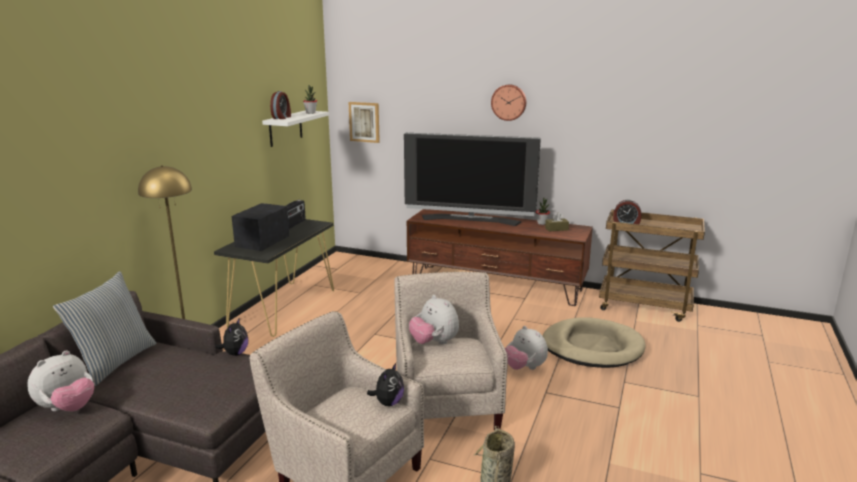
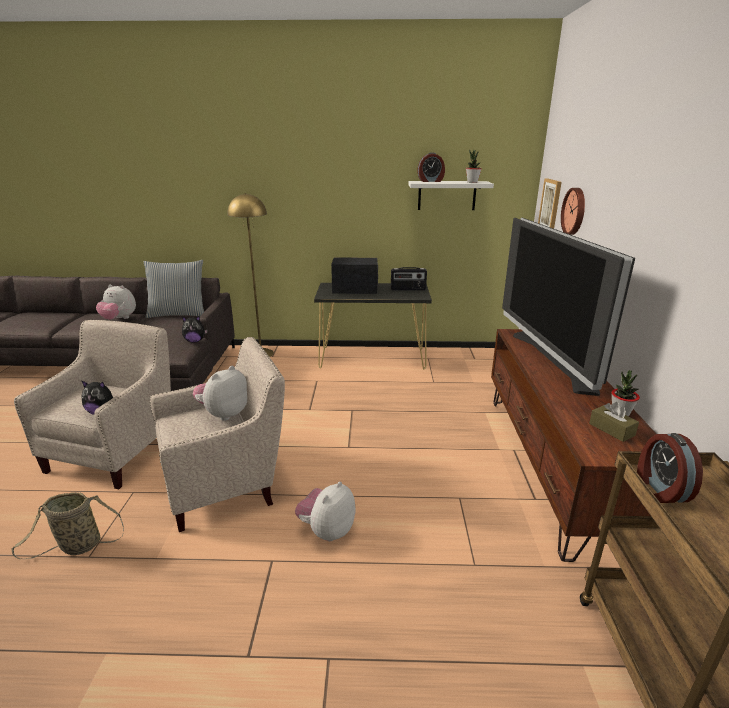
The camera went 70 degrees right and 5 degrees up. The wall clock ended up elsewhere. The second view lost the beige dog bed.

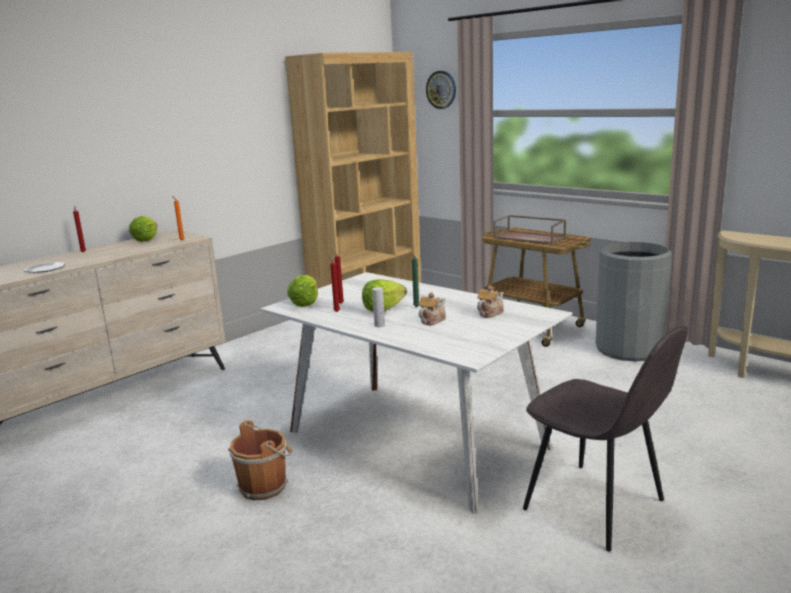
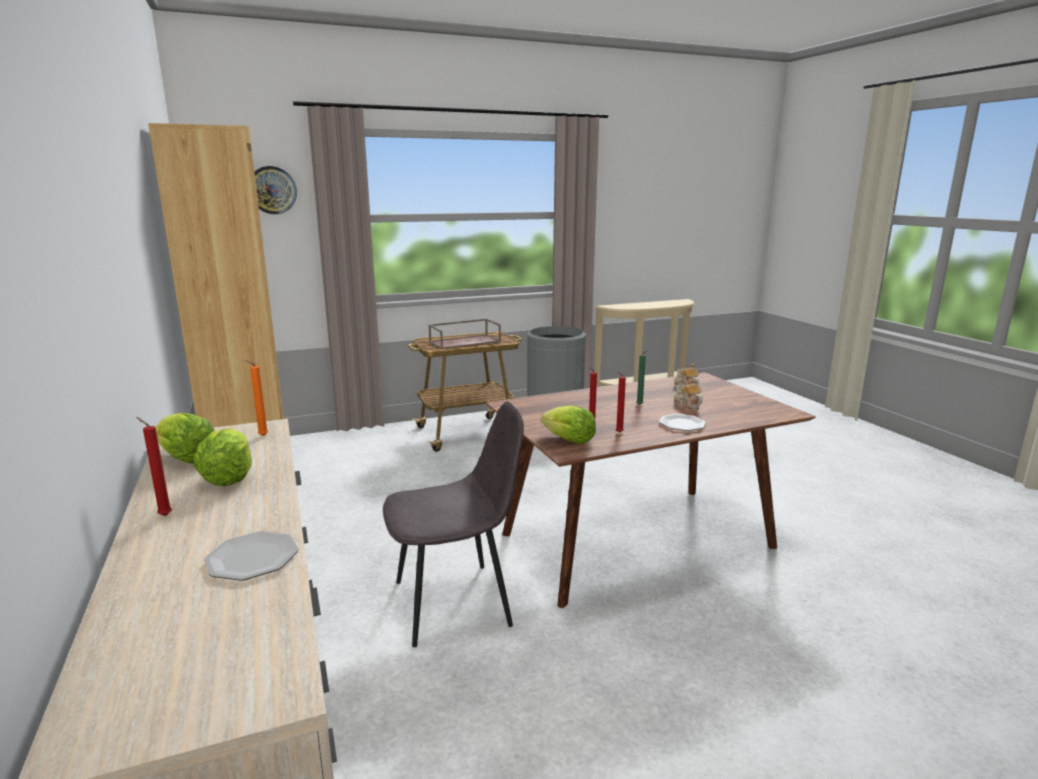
The camera went 65 degrees left and 0 degrees up. The lettuce (no. 3 from left in the first image) ended up elsewhere. The grey chair ended up elsewhere. What was the white dining table turned into the brown dining table. Where the white bottle stood, the plate (no. 2 from left) came to stand. The second view lost the brown bucket.

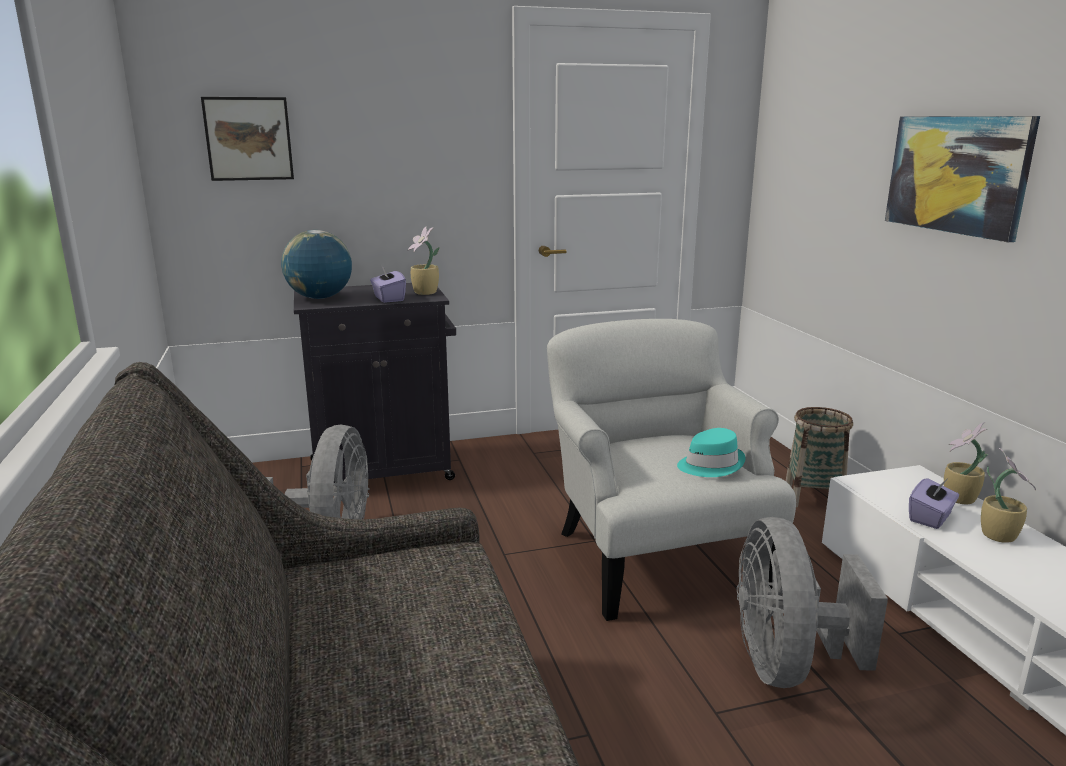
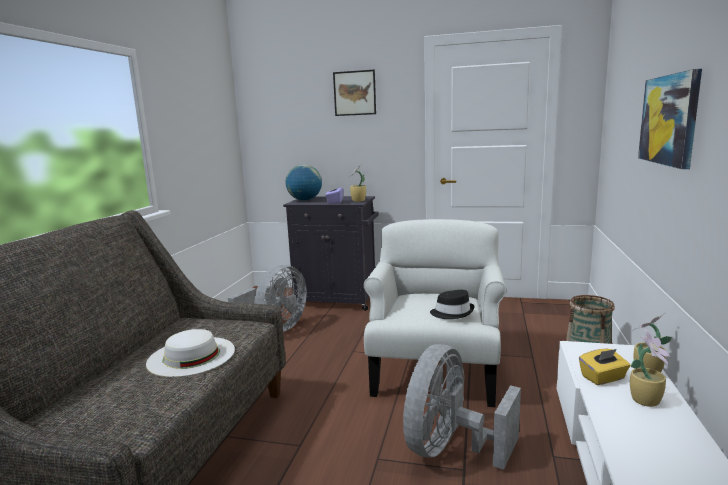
The camera went 30 degrees right and 5 degrees down. The second view gained the white hat. The picture (no. 1 from left) ended up elsewhere. What was the turquoise hat turned into the black hat. What was the purple tissue box (no. 2 from left) turned into the yellow tissue box.

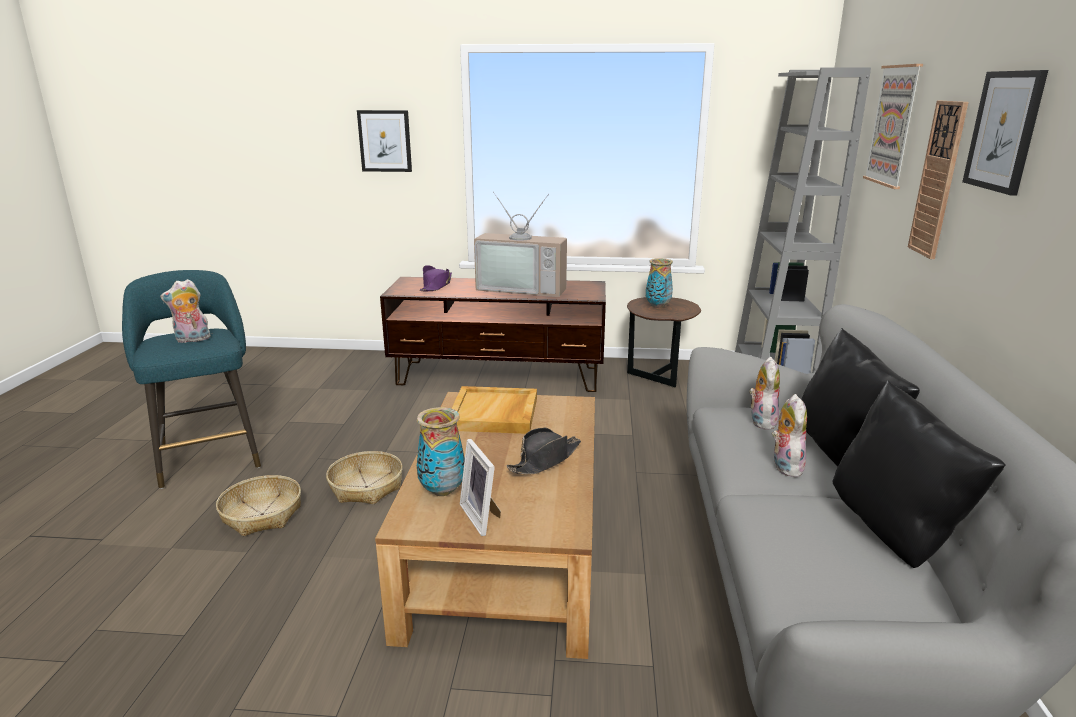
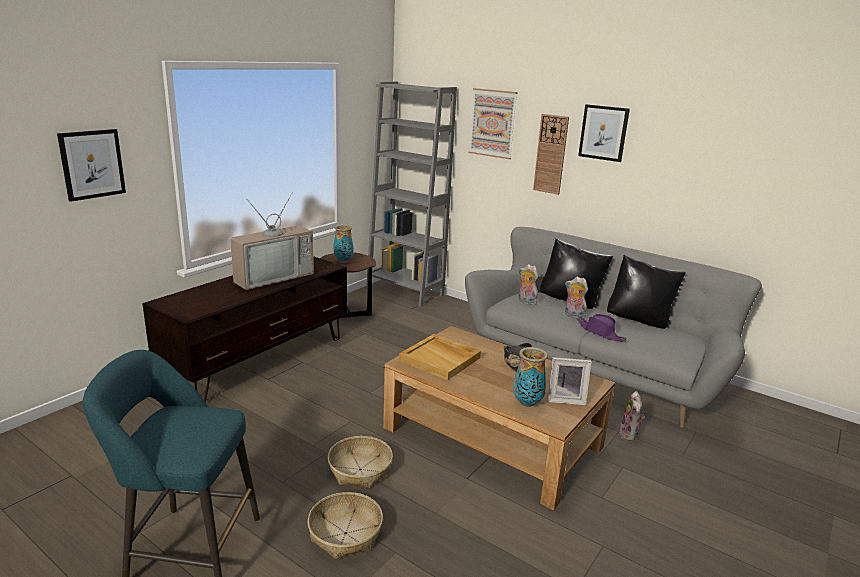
The camera went 60 degrees left and 0 degrees up. The purple hat ended up elsewhere. The plush toy (no. 1 from left in the first image) ended up elsewhere.

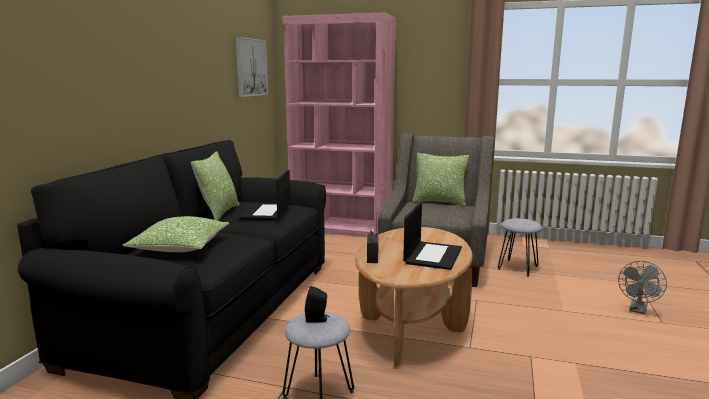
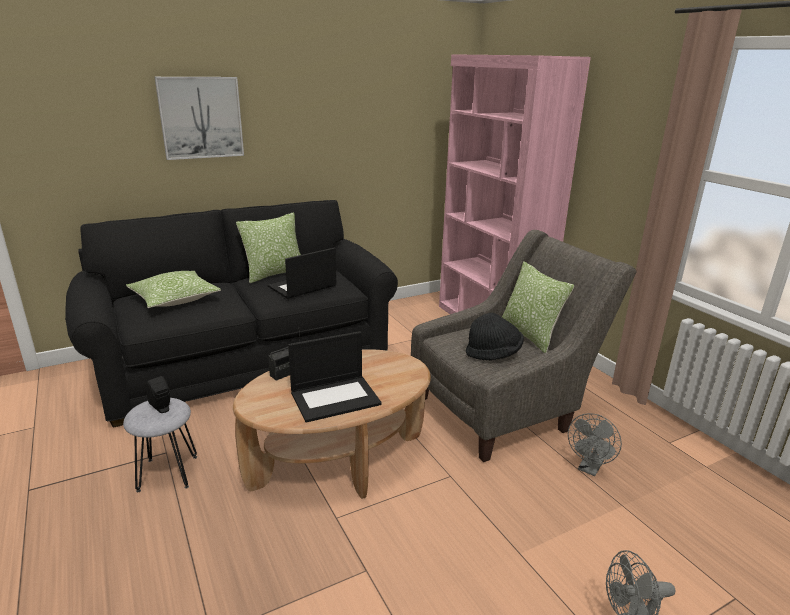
The camera went 45 degrees right and 10 degrees up. The picture ended up elsewhere. The second view gained the black hat. Where the grey stool (no. 2 from left) stood, the grey fan (no. 1 from left) came to stand.

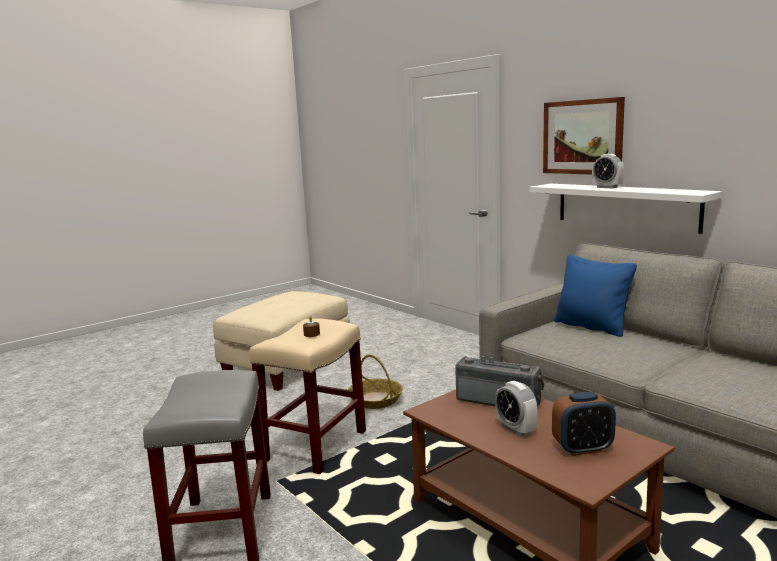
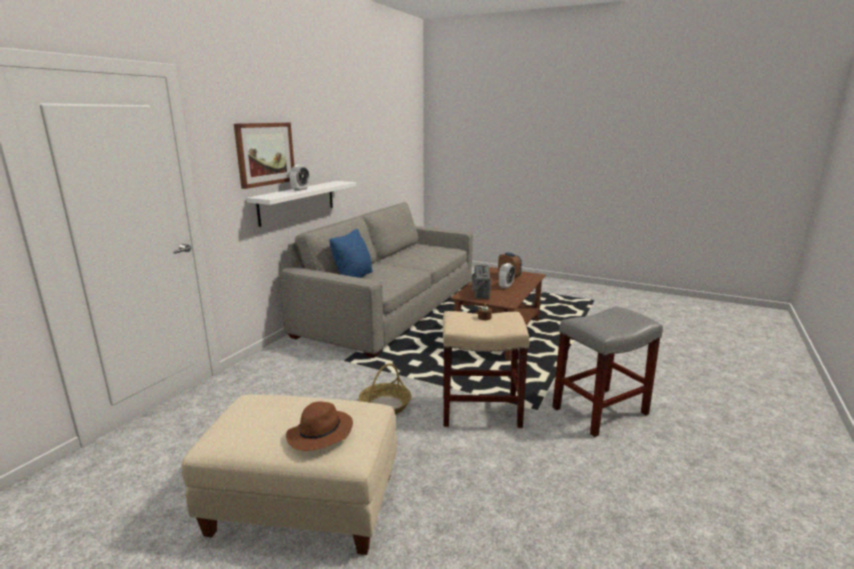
The camera went 115 degrees left and 5 degrees up. The second view gained the brown hat.

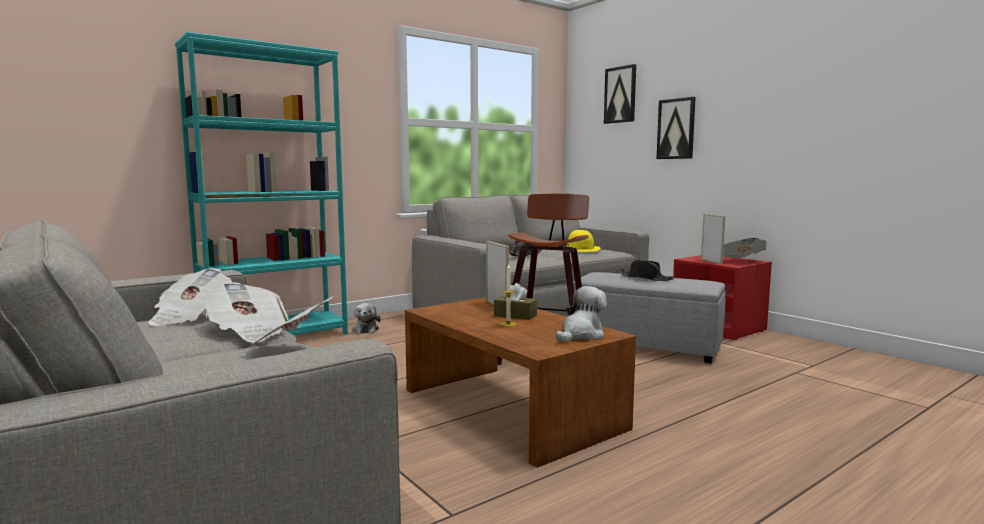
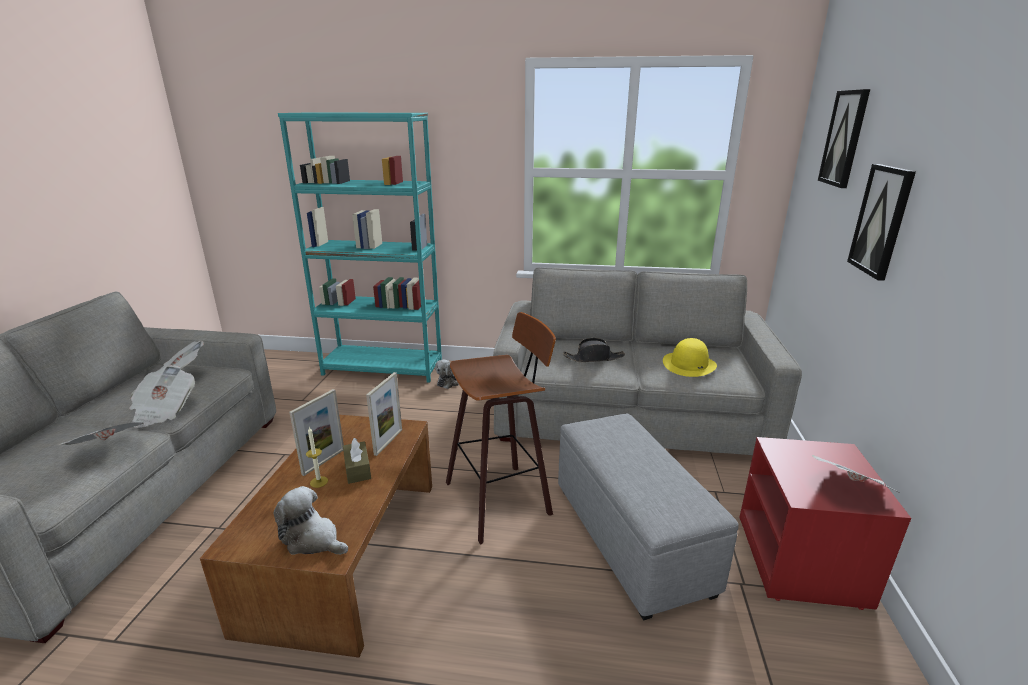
The camera went 45 degrees right and 15 degrees up. The plush toy (no. 2 from left in the first image) ended up facing another way, 150 degrees counterclockwise from before. The picture frame (no. 2 from left in the first image) ended up elsewhere. The second view lost the black hat (no. 2 from left).

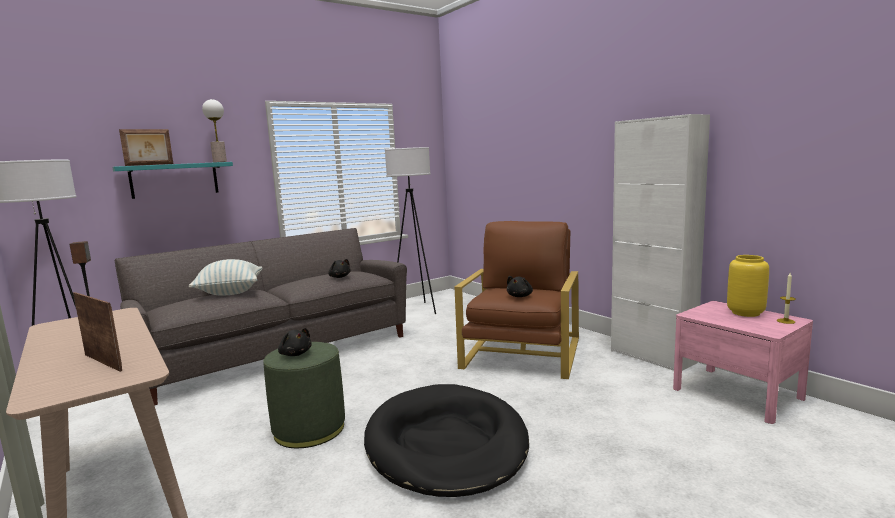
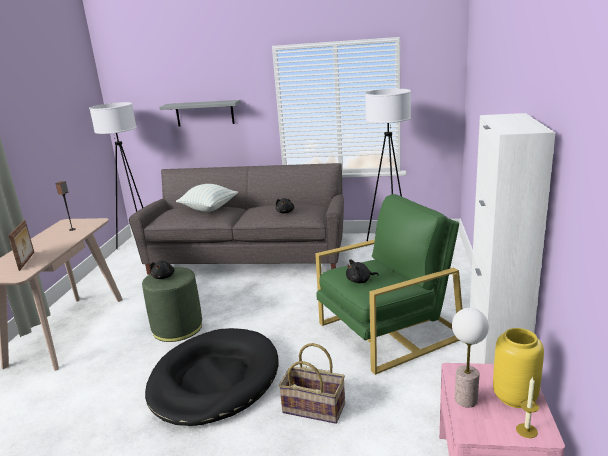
The camera went 45 degrees right and 10 degrees up. What was the turquoise shelf turned into the grey shelf. The second view gained the basket. What was the brown armchair turned into the green armchair. The table lamp ended up elsewhere. The second view lost the picture frame (no. 2 from left).

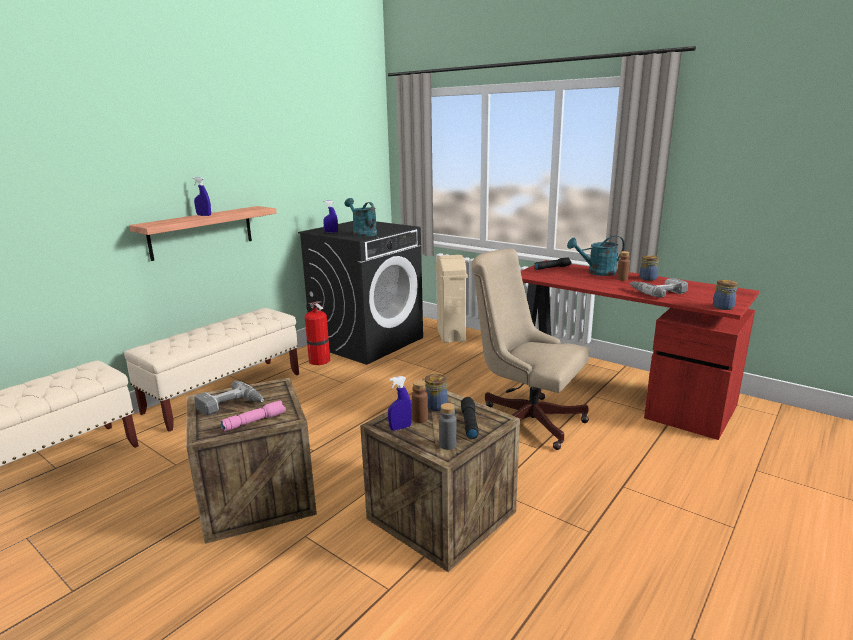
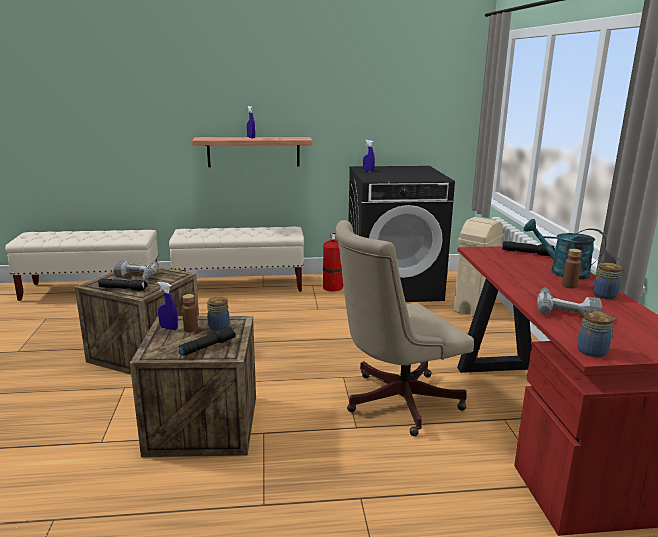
The camera went 45 degrees right and 0 degrees up. What was the pink flashlight turned into the black flashlight (no. 1 from left). The beige office chair ended up facing another way, 105 degrees counterclockwise from before. The second view lost the turquoise watering can (no. 1 from left). The second view lost the grey bottle.

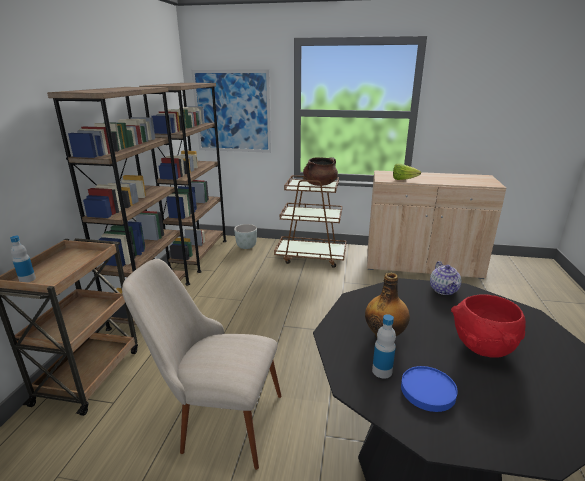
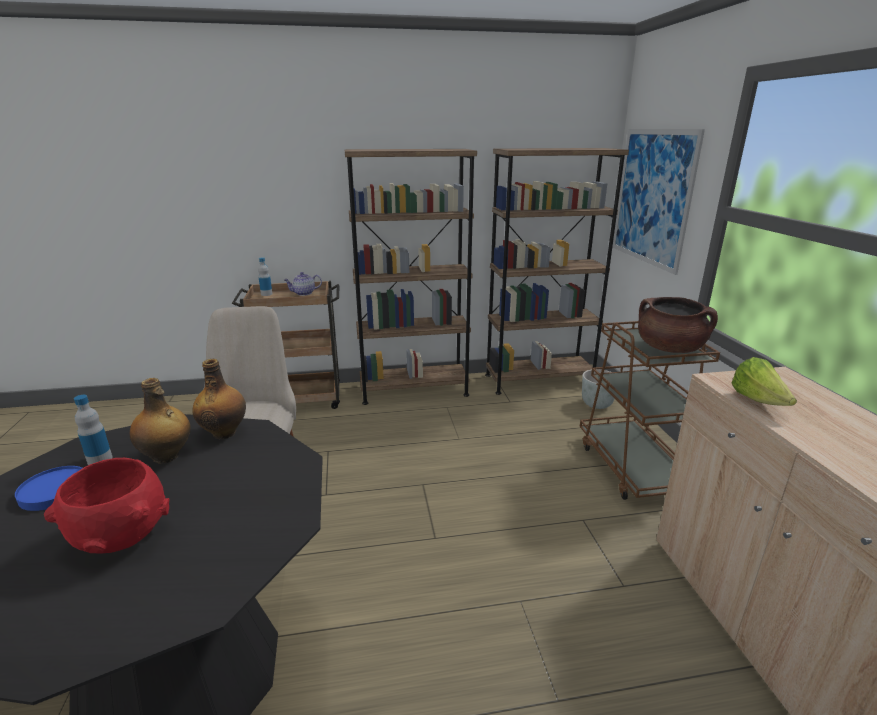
The camera went 70 degrees right and 0 degrees up. The second view gained the bottle (no. 3 from left). The teapot ended up elsewhere.

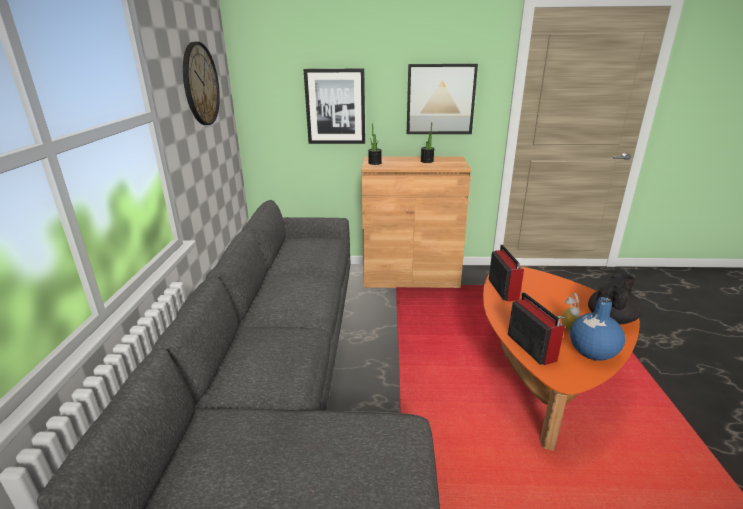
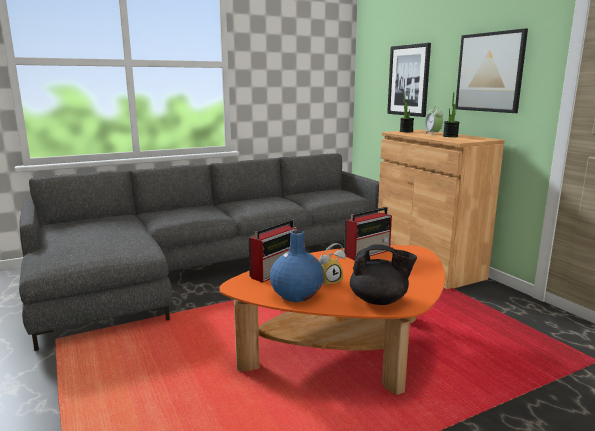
The camera went 60 degrees right and 10 degrees down. The second view gained the alarm clock (no. 2 from left). The second view lost the wall clock.

